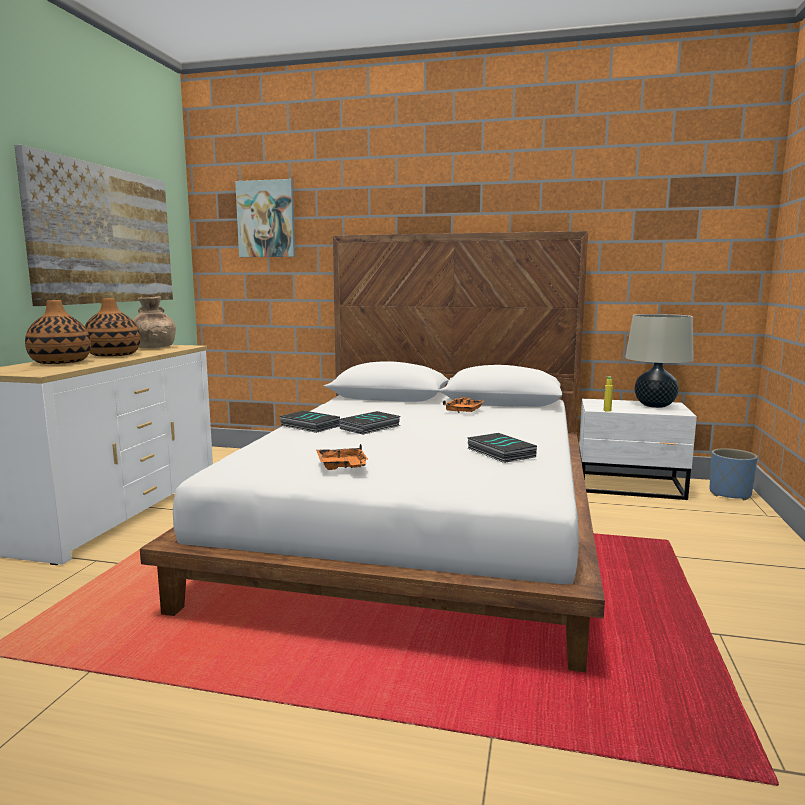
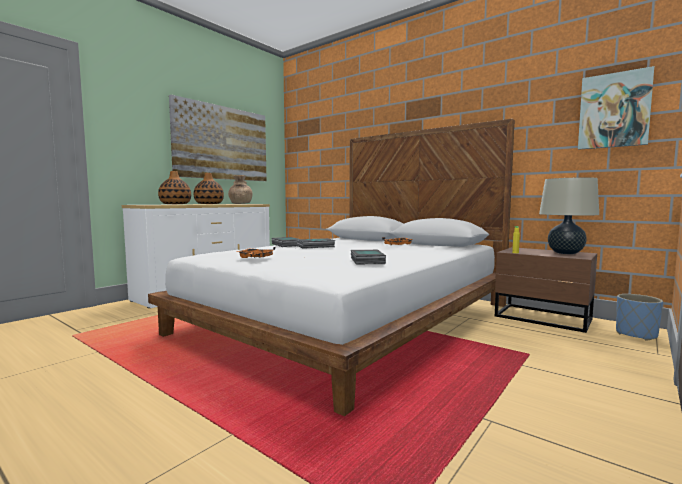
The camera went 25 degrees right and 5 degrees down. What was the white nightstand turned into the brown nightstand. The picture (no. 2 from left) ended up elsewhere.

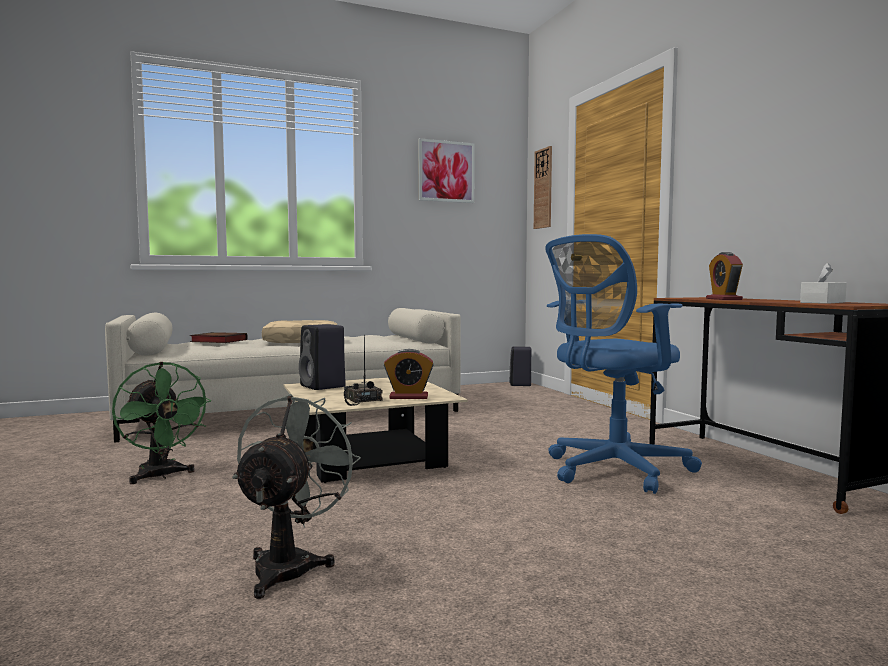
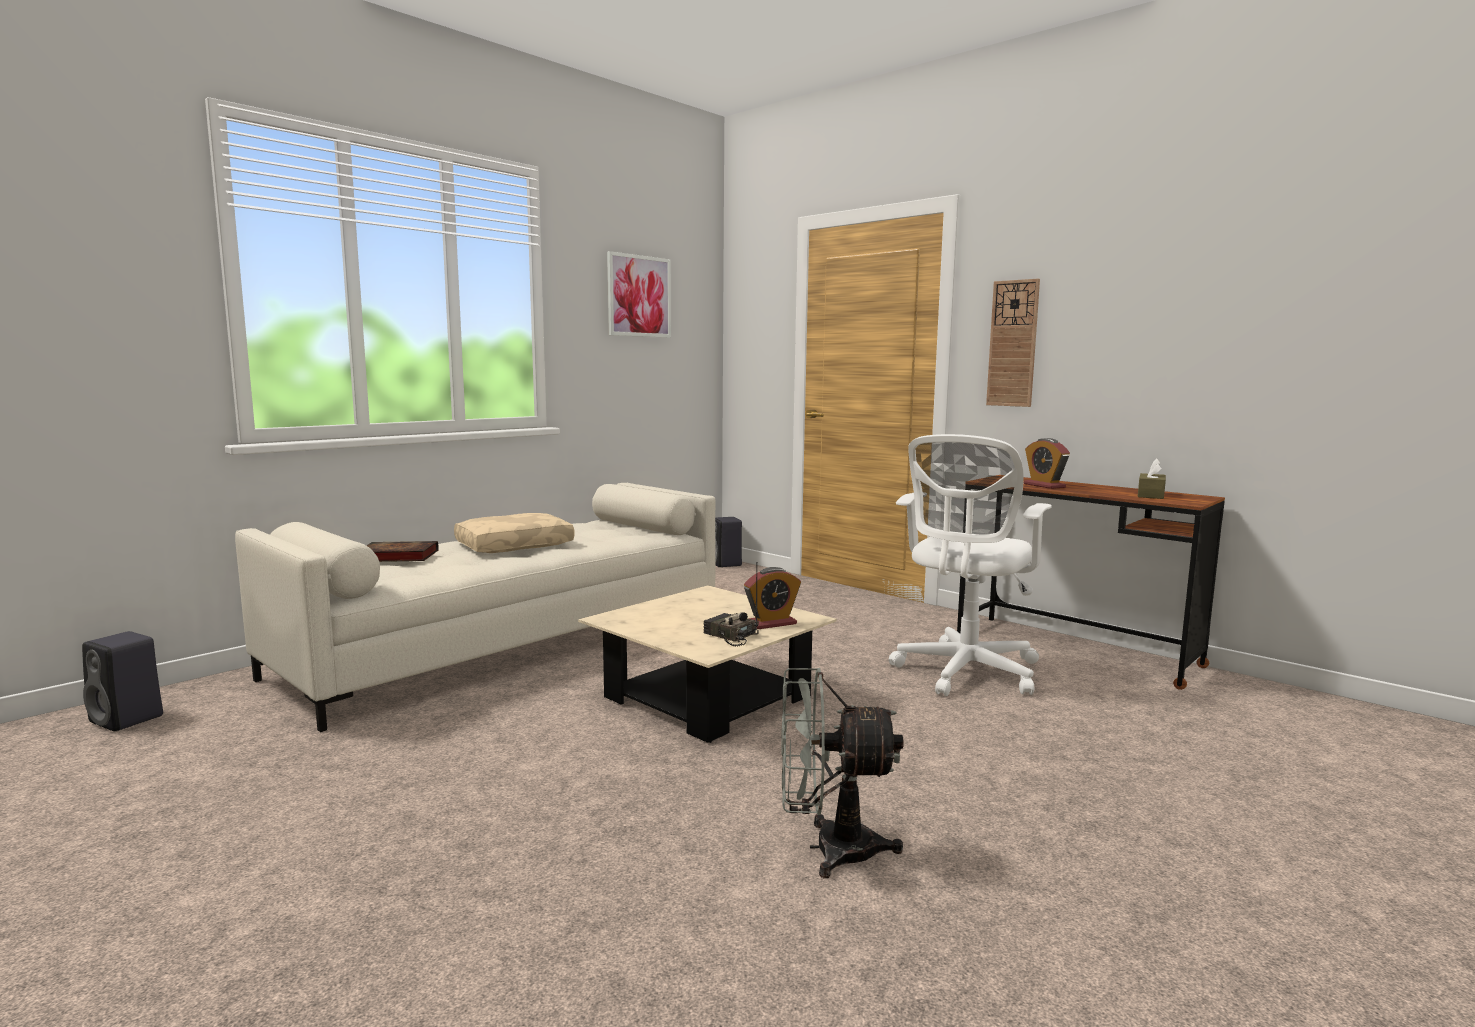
The camera went 25 degrees left and 5 degrees up. The black speaker (no. 1 from left) ended up elsewhere. The grey fan ended up facing another way, 75 degrees counterclockwise from before. What was the blue office chair turned into the white office chair. The wall clock ended up elsewhere. What was the white tissue box turned into the brown tissue box. The second view lost the green fan.

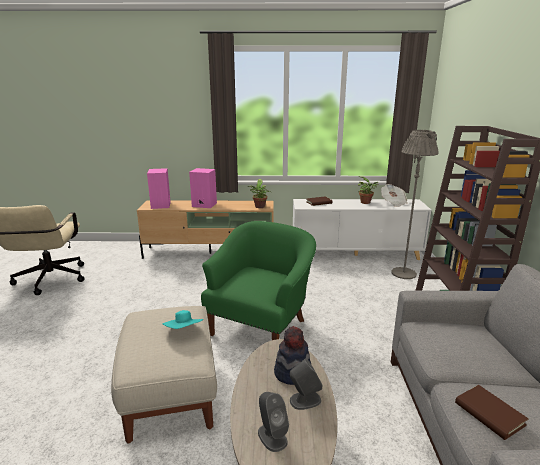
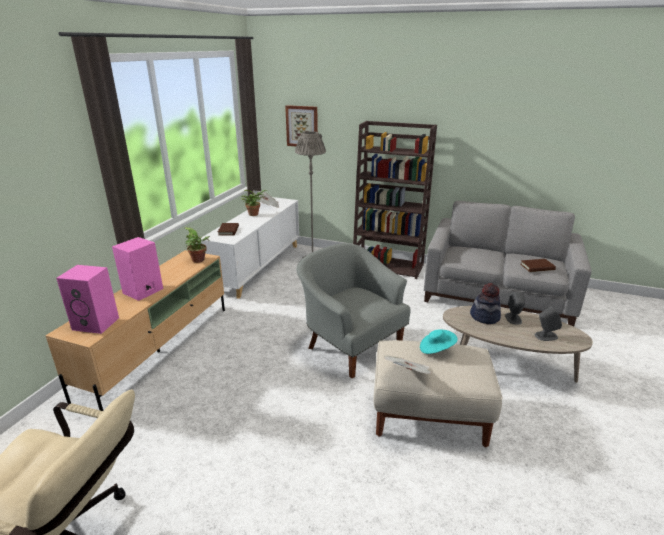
The camera went 70 degrees left and 5 degrees up. The second view gained the picture. What was the green armchair turned into the grey armchair. The second view gained the newspaper (no. 2 from left).

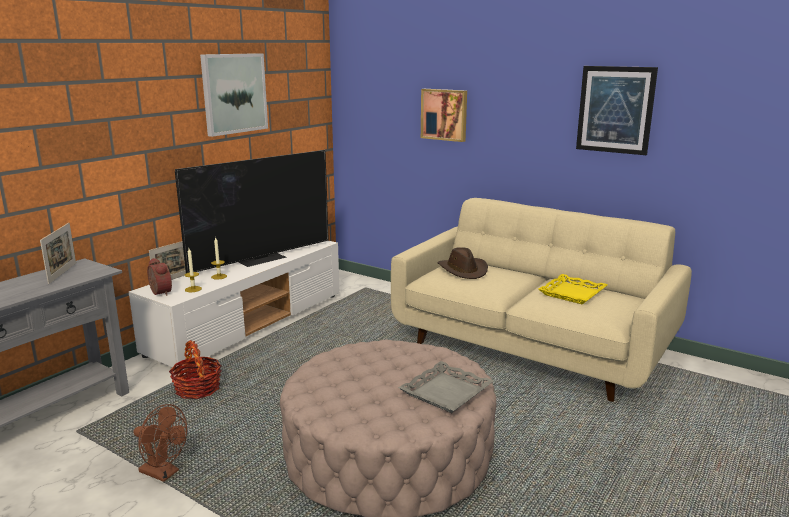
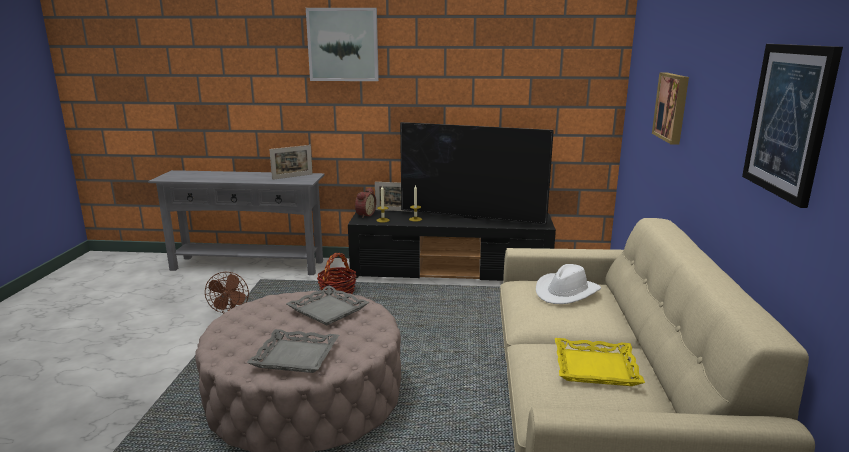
The camera went 60 degrees right and 0 degrees up. The second view gained the grey tray (no. 2 from left). The picture (no. 1 from left) ended up elsewhere. What was the white tv stand turned into the black tv stand. What was the brown hat turned into the white hat.

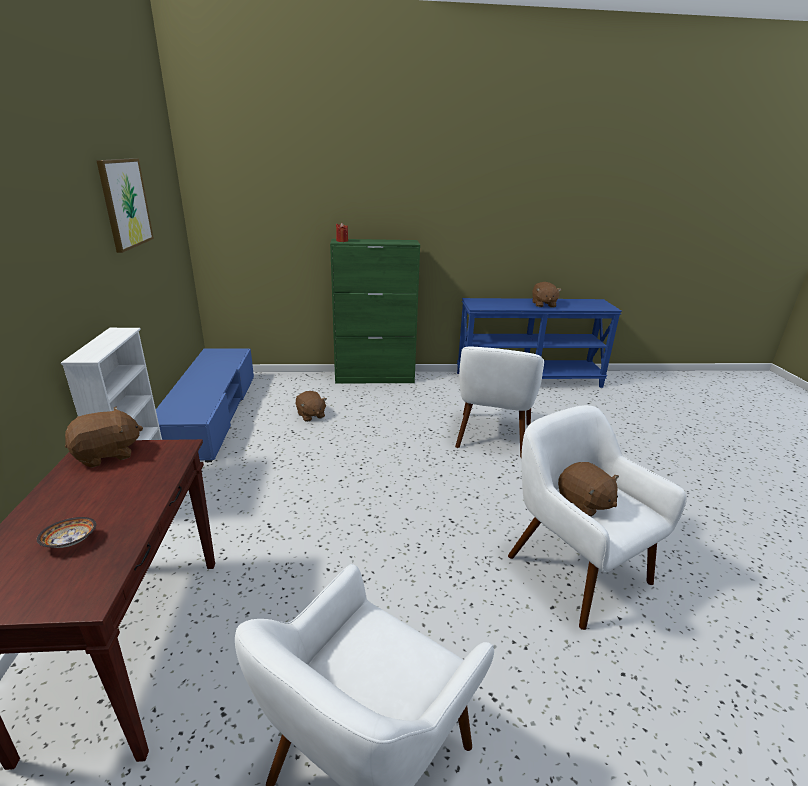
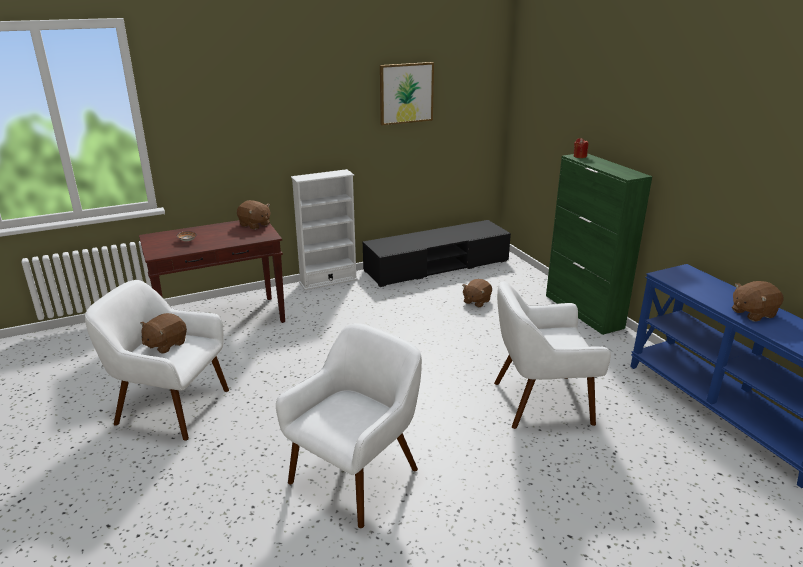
The camera went 70 degrees right and 0 degrees up. The brown plush toy (no. 4 from left in the first image) ended up elsewhere. What was the blue tv stand turned into the black tv stand.

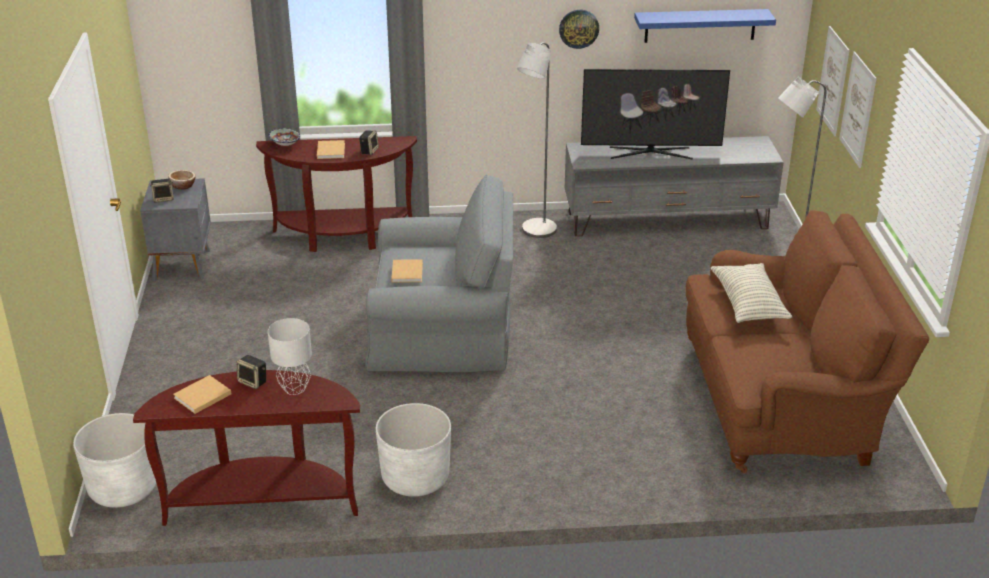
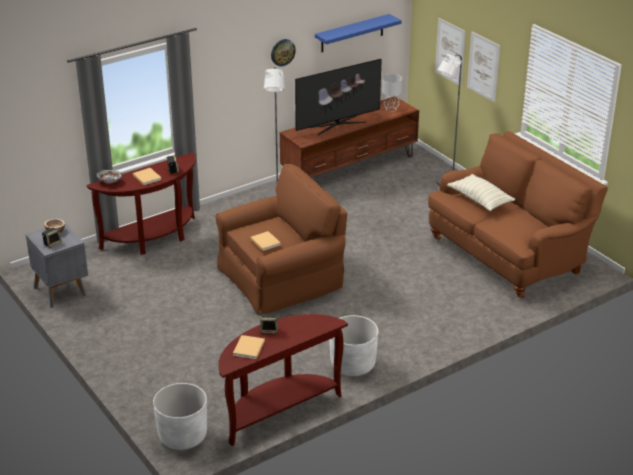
The camera went 30 degrees left and 0 degrees up. What was the grey armchair turned into the brown armchair. What was the grey tv stand turned into the brown tv stand. The grey table lamp ended up elsewhere.

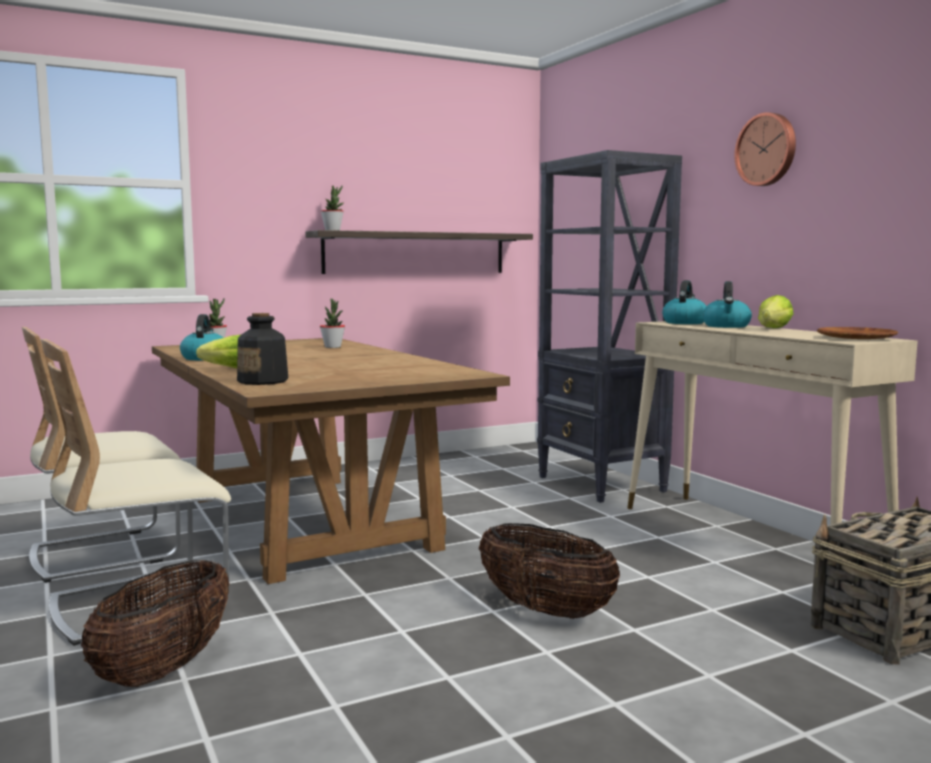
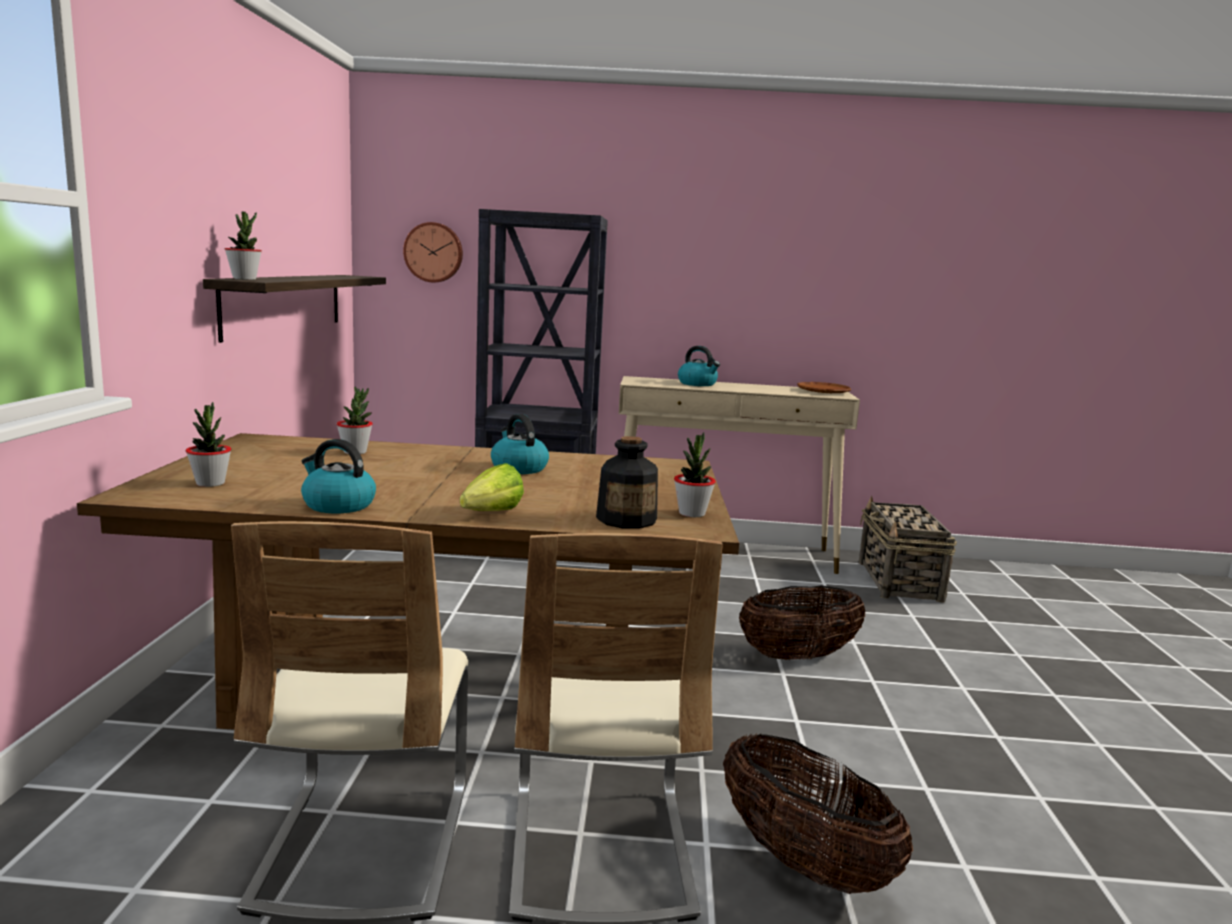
The camera went 60 degrees left and 5 degrees up. The wall clock ended up elsewhere. The kettle (no. 2 from left) ended up elsewhere. The second view gained the potted plant (no. 4 from left). The second view lost the lettuce (no. 2 from left).

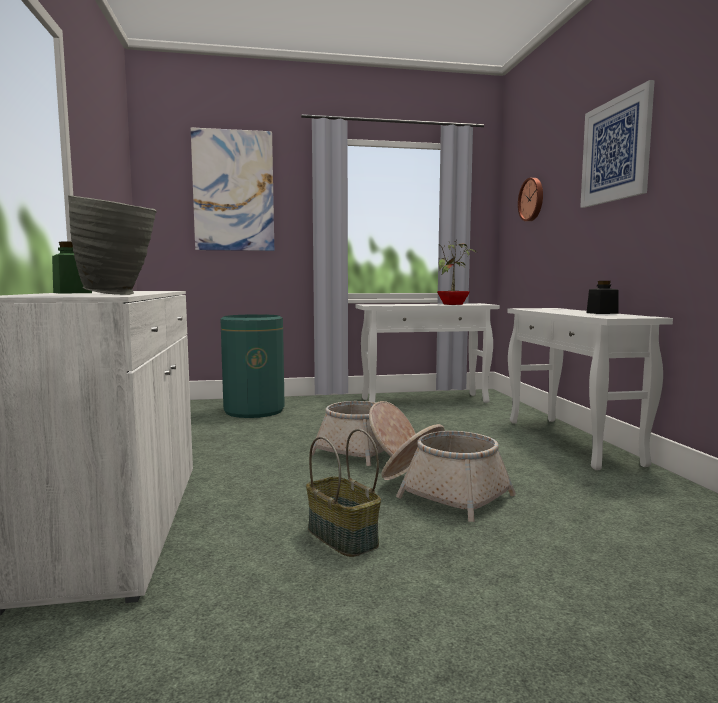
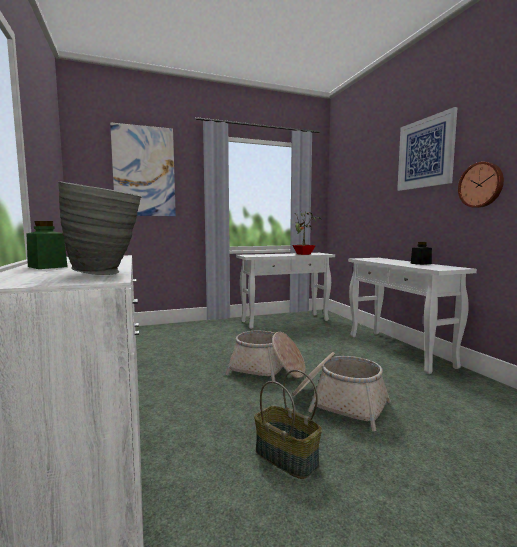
The camera went 10 degrees left and 0 degrees up. The wall clock ended up elsewhere. The second view lost the green trash can.

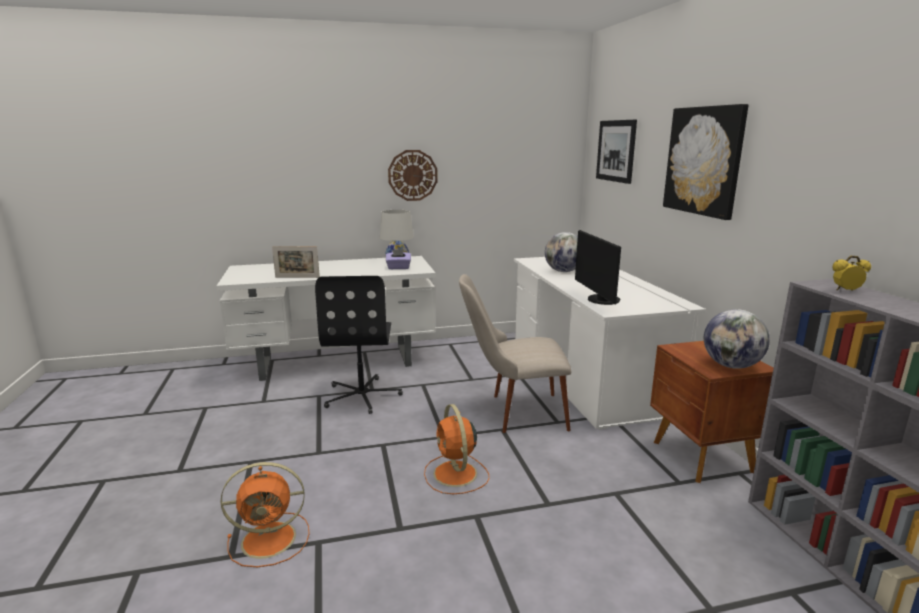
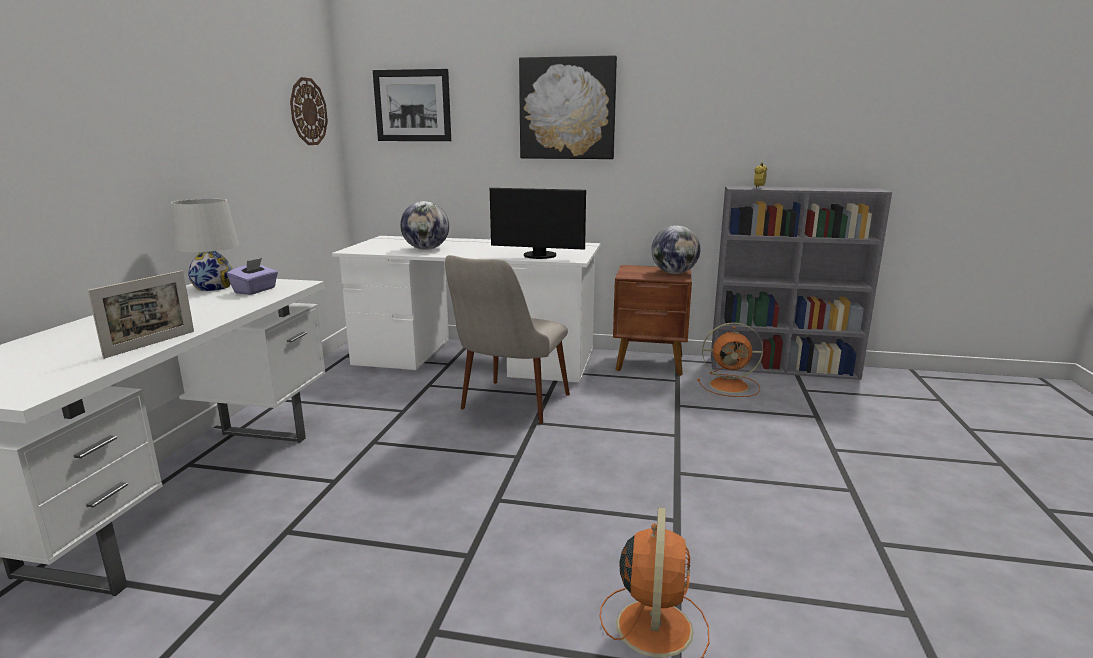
The camera went 65 degrees left and 0 degrees up. The wall clock ended up elsewhere. The orange fan (no. 2 from left) ended up elsewhere. The second view lost the black office chair.

